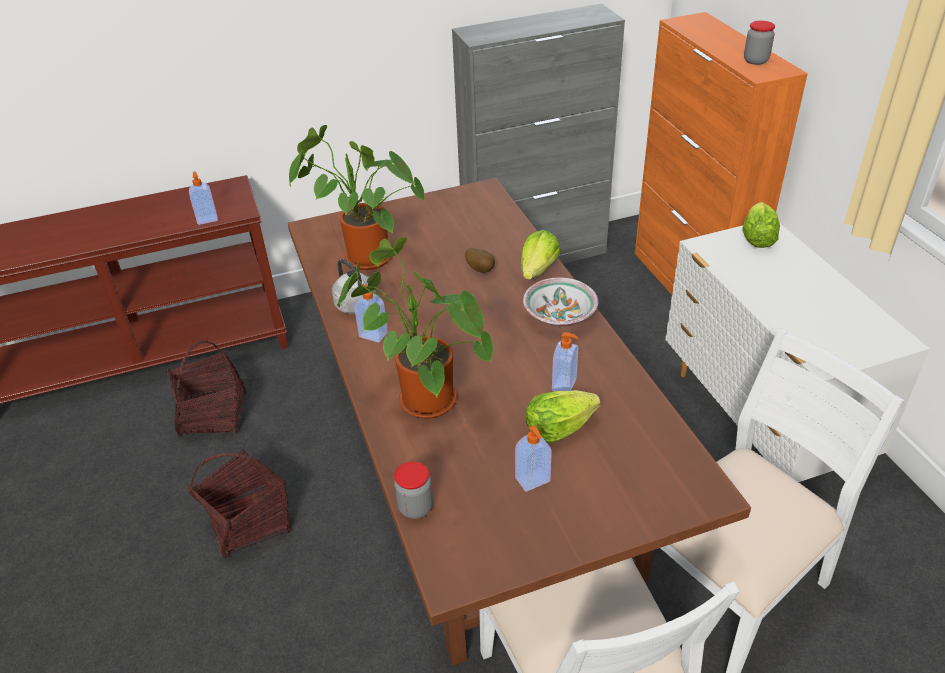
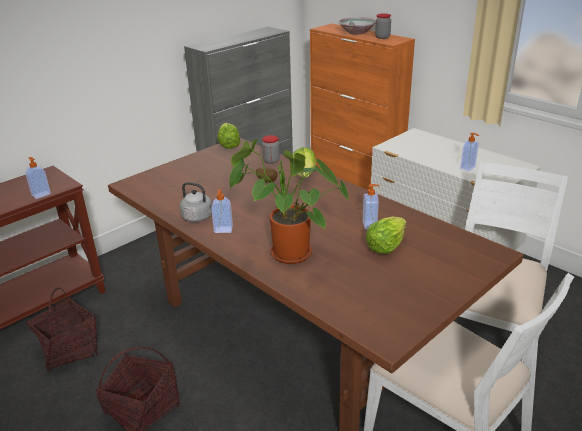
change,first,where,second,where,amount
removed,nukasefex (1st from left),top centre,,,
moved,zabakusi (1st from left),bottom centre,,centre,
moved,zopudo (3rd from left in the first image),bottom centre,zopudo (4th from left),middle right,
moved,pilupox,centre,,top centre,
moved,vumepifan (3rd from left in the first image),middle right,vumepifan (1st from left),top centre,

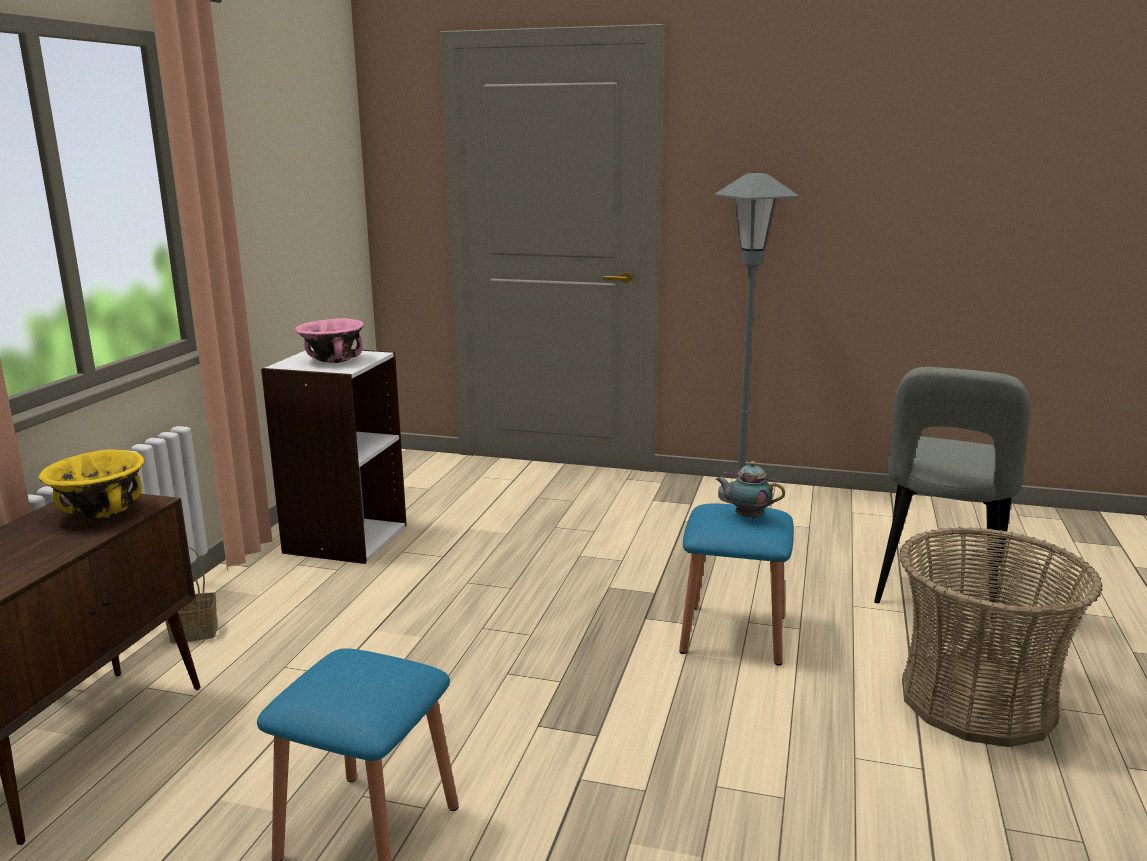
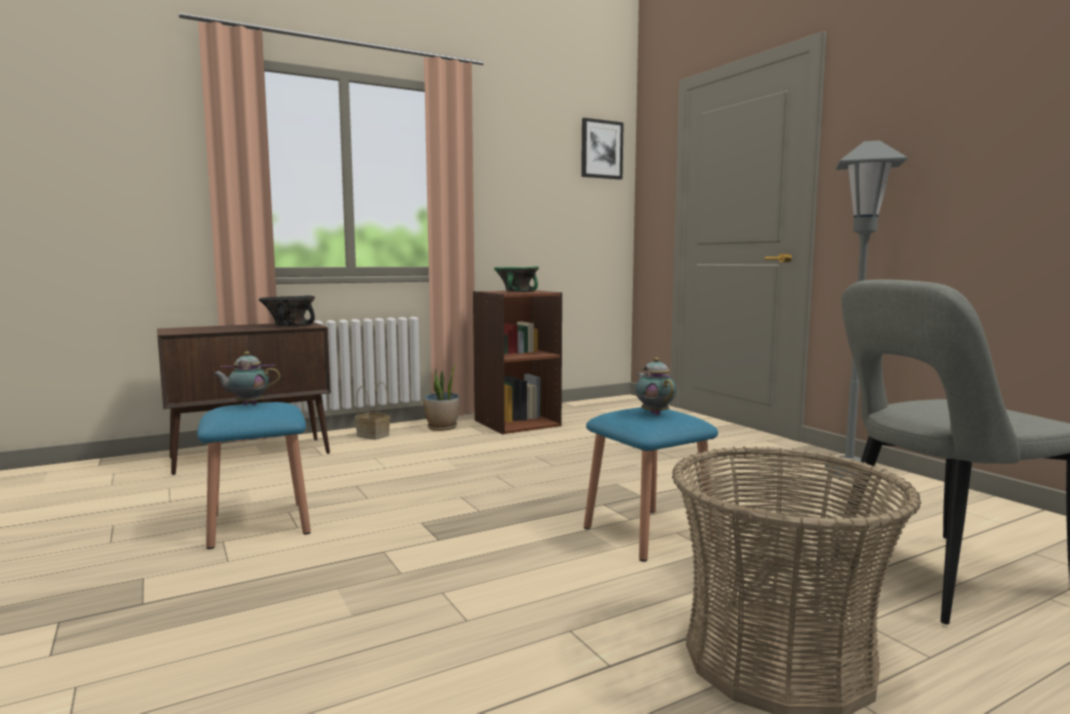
change,first,where,second,where,amount
recoloured,pilupox (yellow),middle left,pilupox (black),middle left,
recoloured,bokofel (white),middle left,bokofel (brown),centre,
recoloured,pilupox (pink),middle left,pilupox (green),centre,
added,,,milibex (1st from left),middle left,
added,,,nukasefex,centre,
added,,,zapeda,top centre,

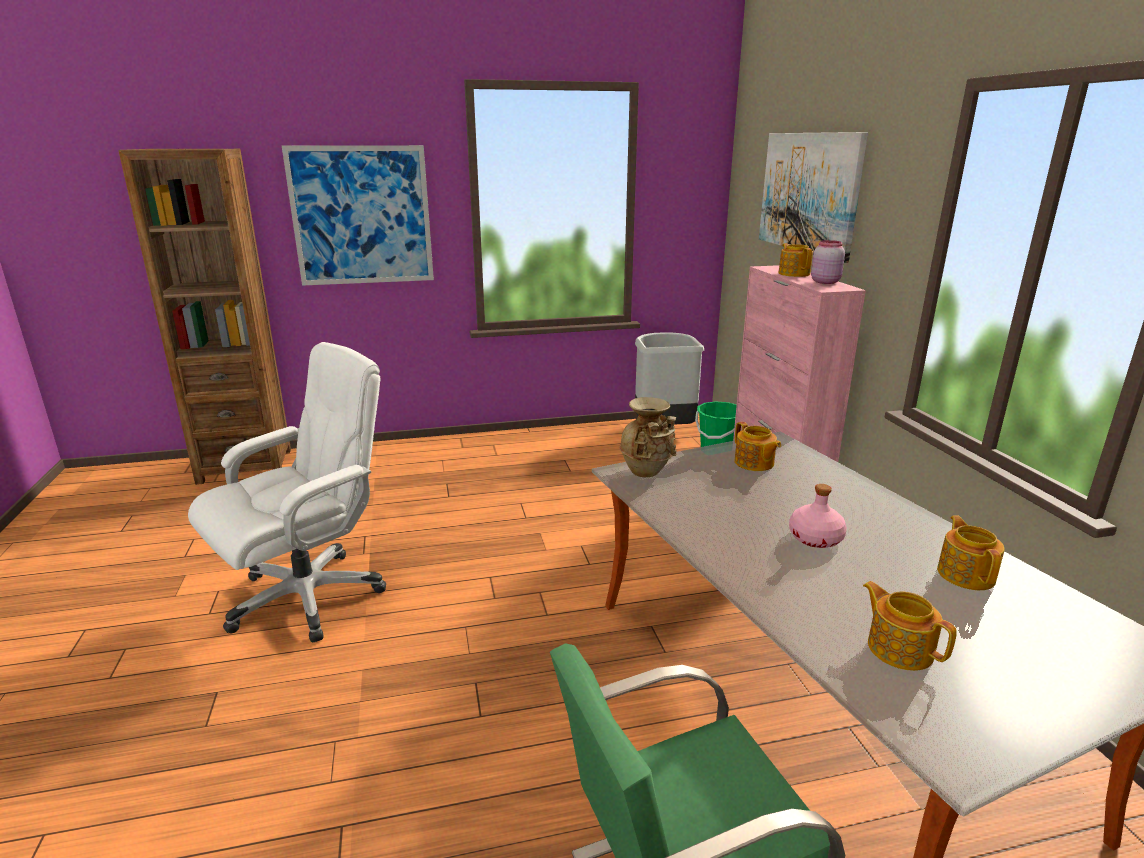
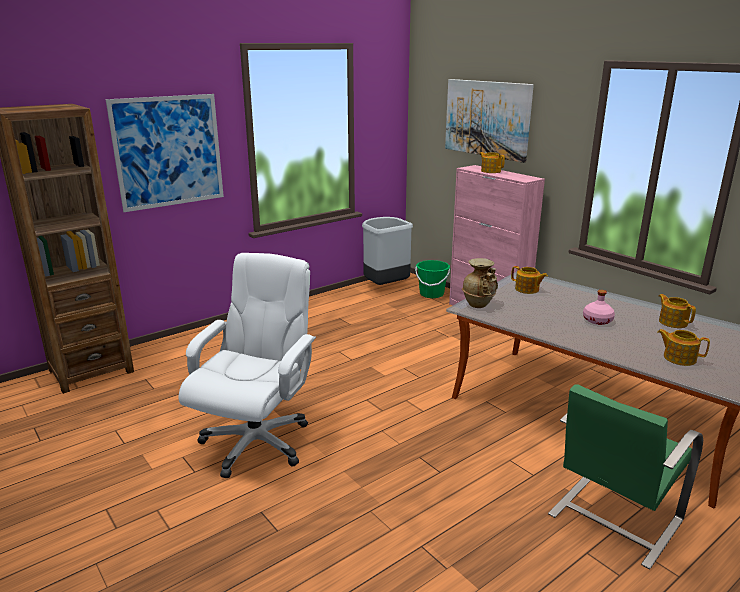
change,first,where,second,where,amount
removed,zabakusi (pink),top right,,,

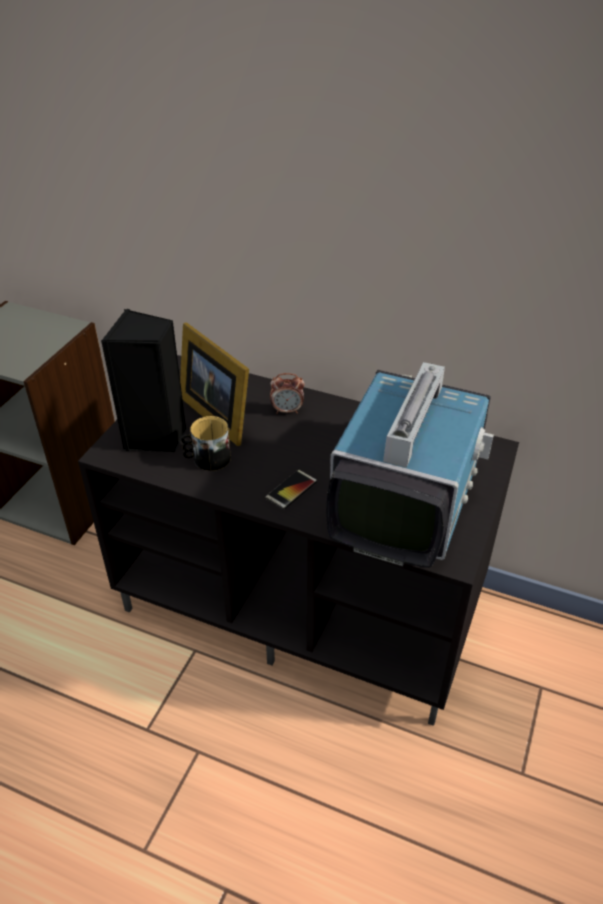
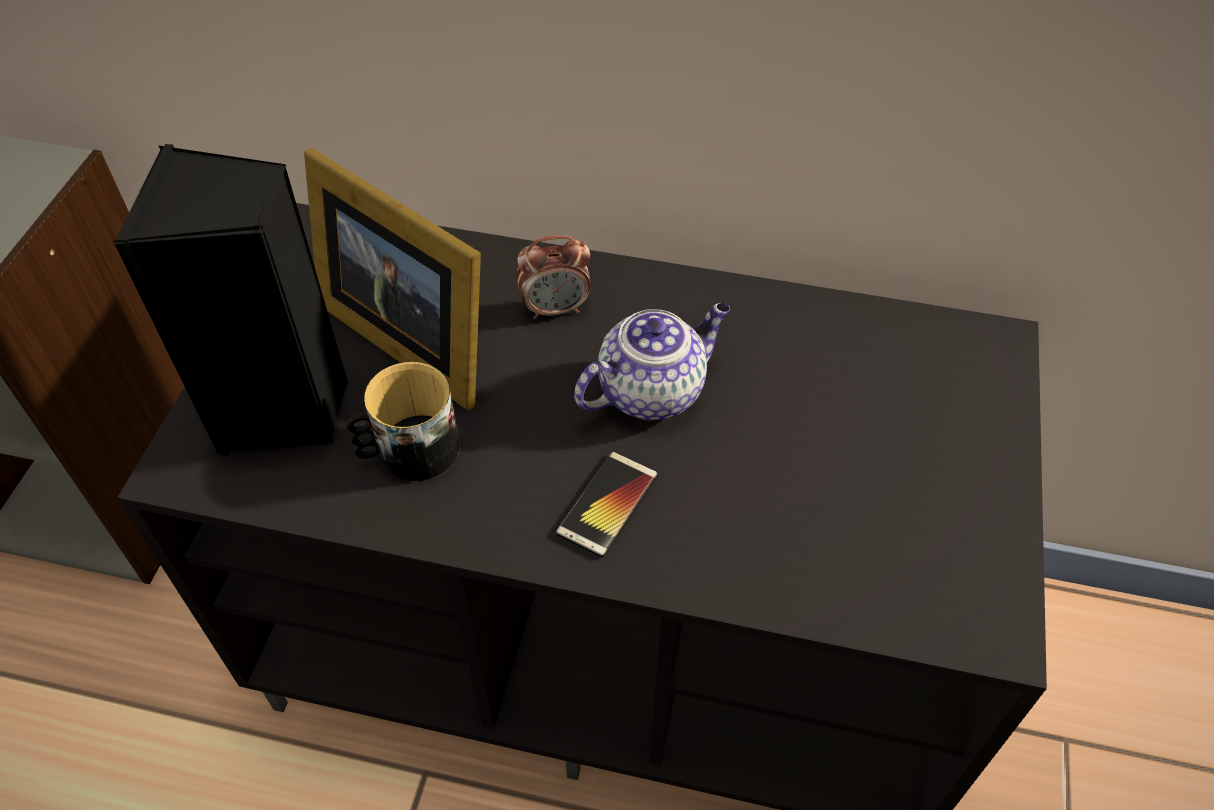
change,first,where,second,where,amount
removed,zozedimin,middle right,,,
added,,,milibex,centre,

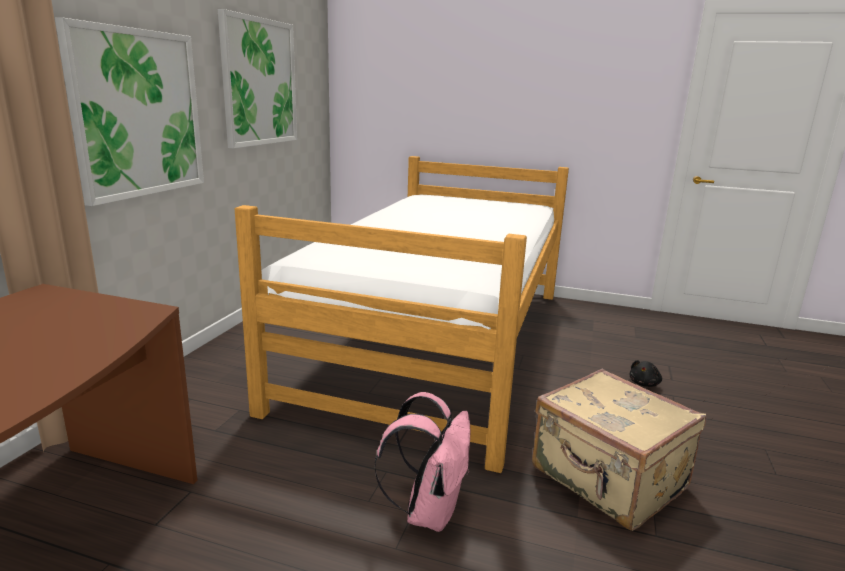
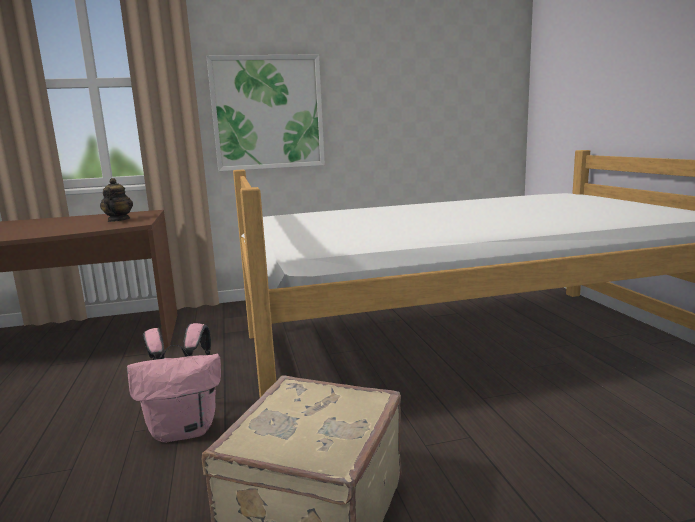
change,first,where,second,where,amount
removed,zapeda (2nd from left),top left,,,
removed,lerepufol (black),middle right,,,
added,,,milibex,middle left,

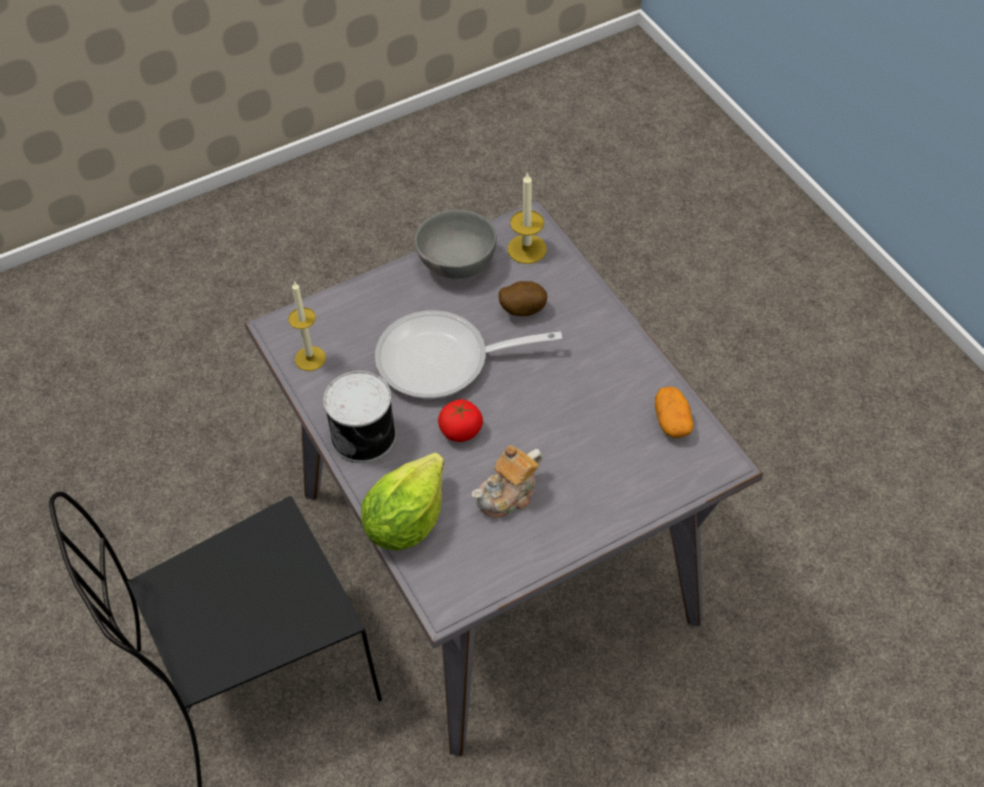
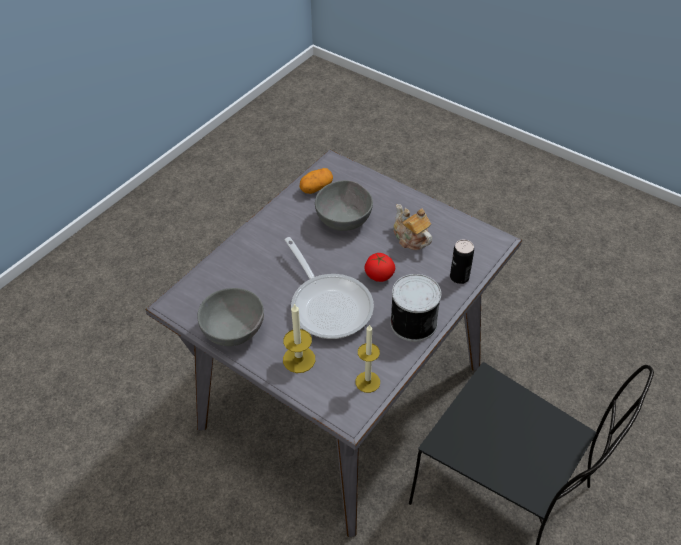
change,first,where,second,where,amount
replaced,vumepifan,centre,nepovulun (2nd from left),middle right,
turned,milibex,centre,,centre,150 degrees counterclockwise
removed,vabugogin (1st from left),centre,,,
moved,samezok (2nd from left in the first image),top centre,samezok (1st from left),centre,
added,,,pilupox (grey) (2nd from left),centre,

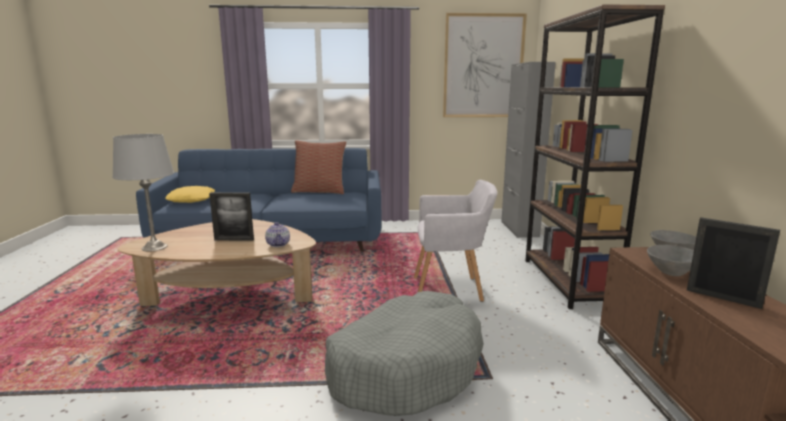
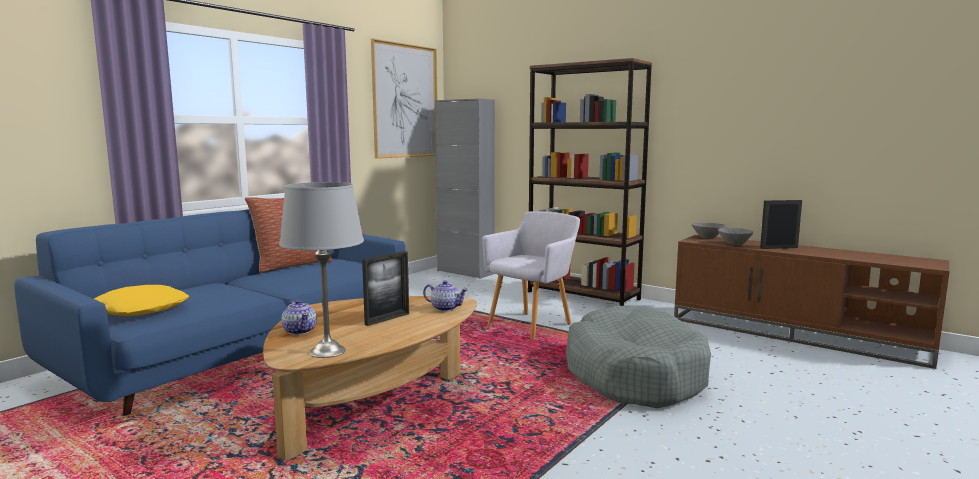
change,first,where,second,where,amount
added,,,milibex (1st from left),middle left,

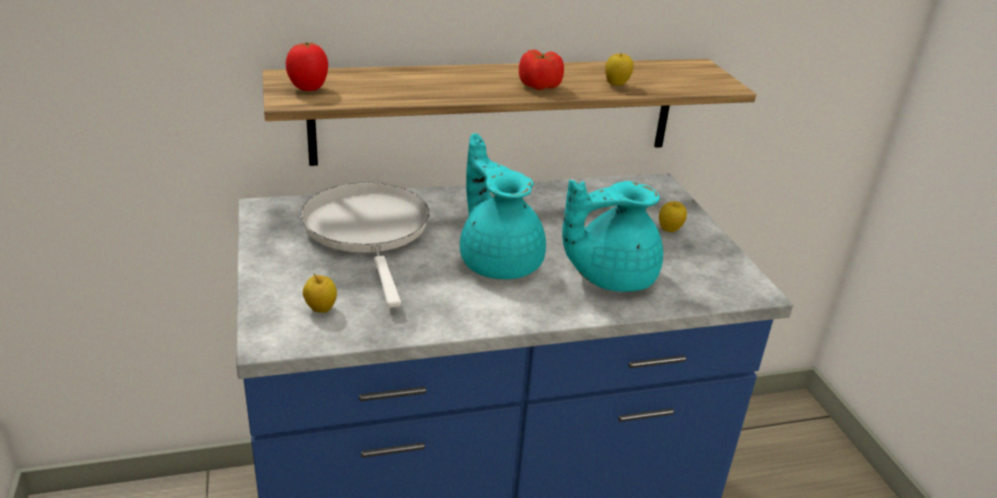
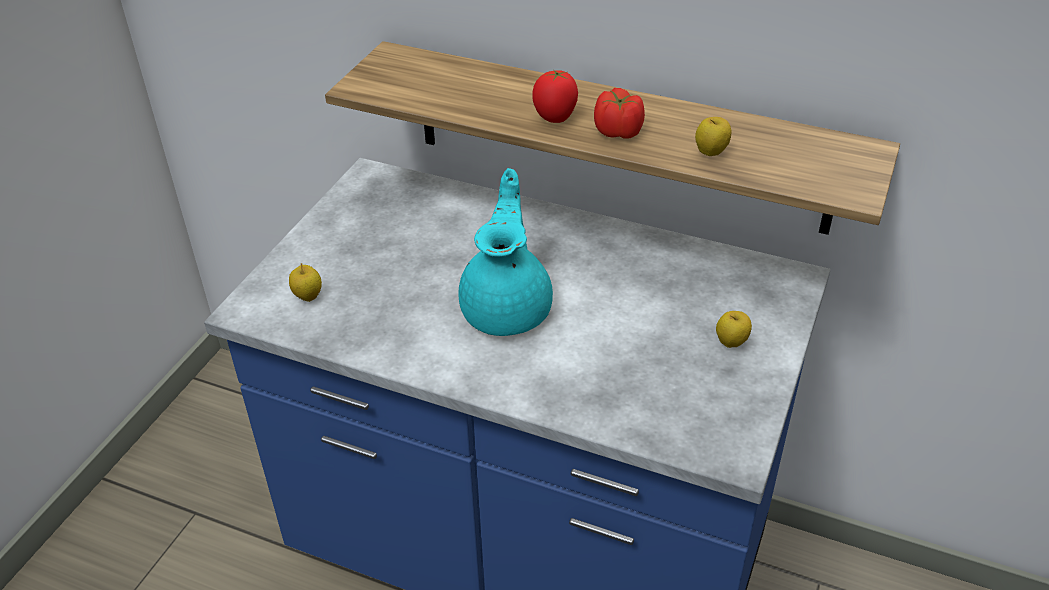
change,first,where,second,where,amount
moved,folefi (1st from left),top left,,top centre,
removed,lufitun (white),centre,,,
removed,milibex (turquoise) (2nd from left),centre,,,

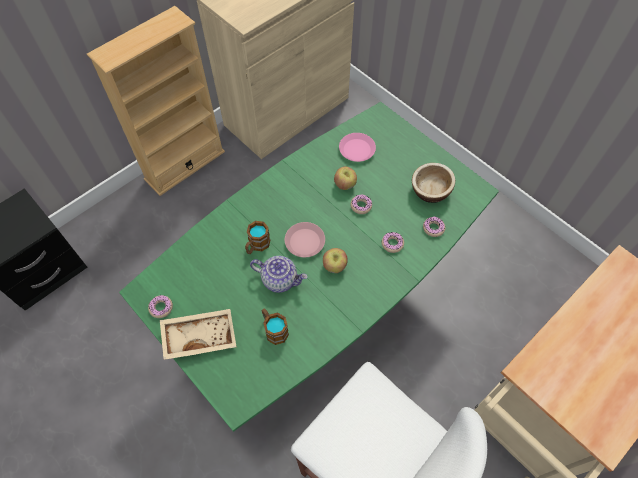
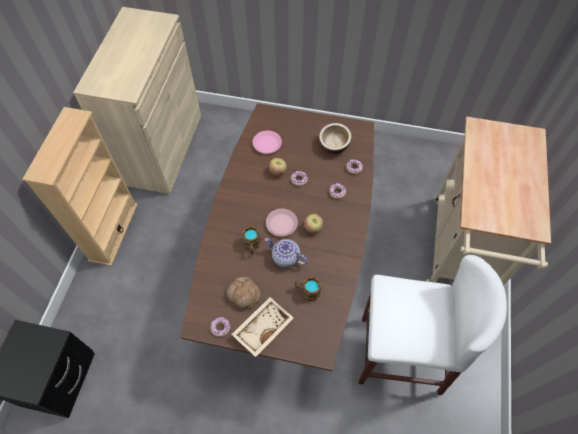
change,first,where,second,where,amount
recoloured,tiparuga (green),centre,tiparuga (brown),centre,
turned,milibex,centre,,centre,135 degrees counterclockwise
added,,,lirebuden,bottom centre,

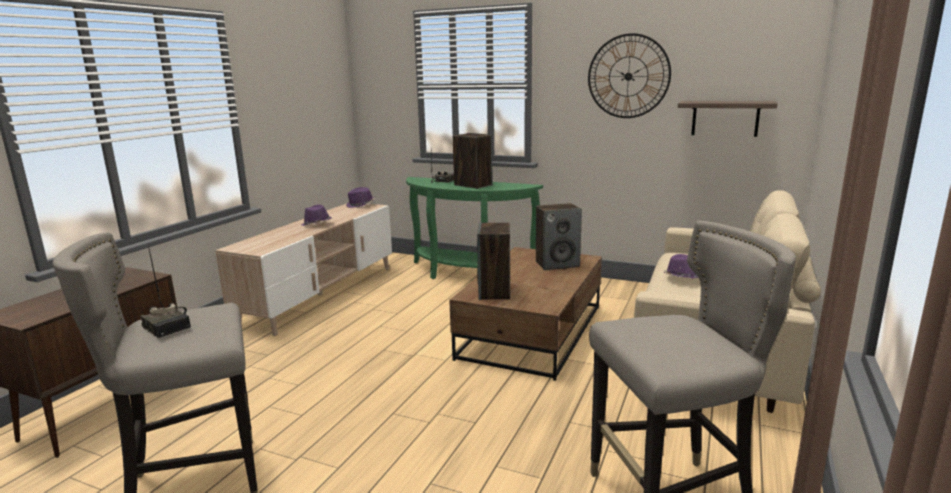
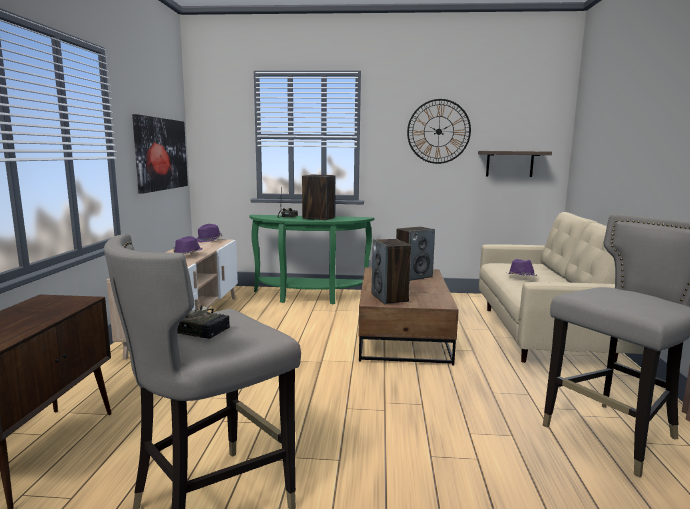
change,first,where,second,where,amount
added,,,zapeda,top left,

